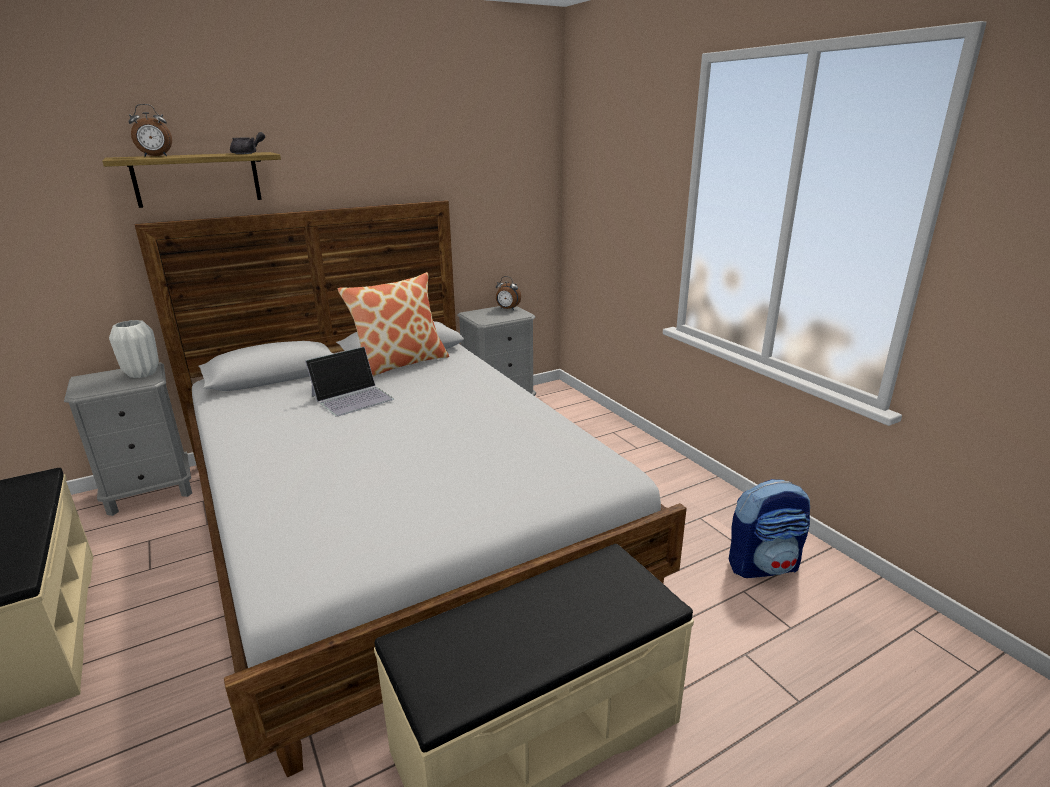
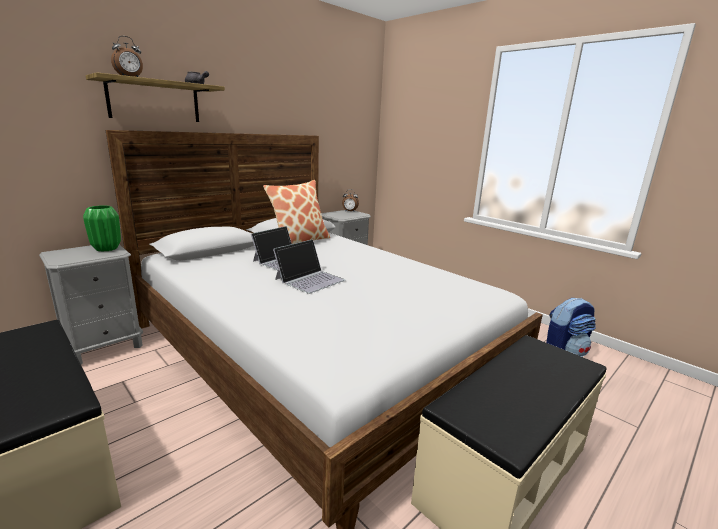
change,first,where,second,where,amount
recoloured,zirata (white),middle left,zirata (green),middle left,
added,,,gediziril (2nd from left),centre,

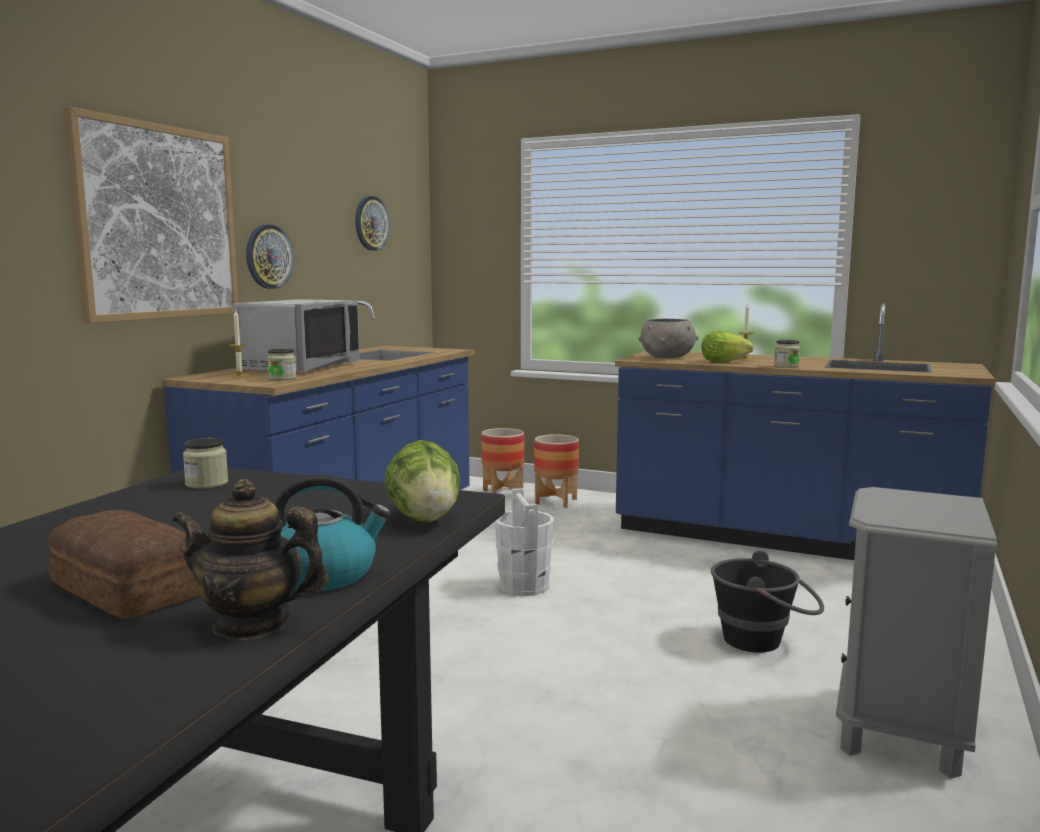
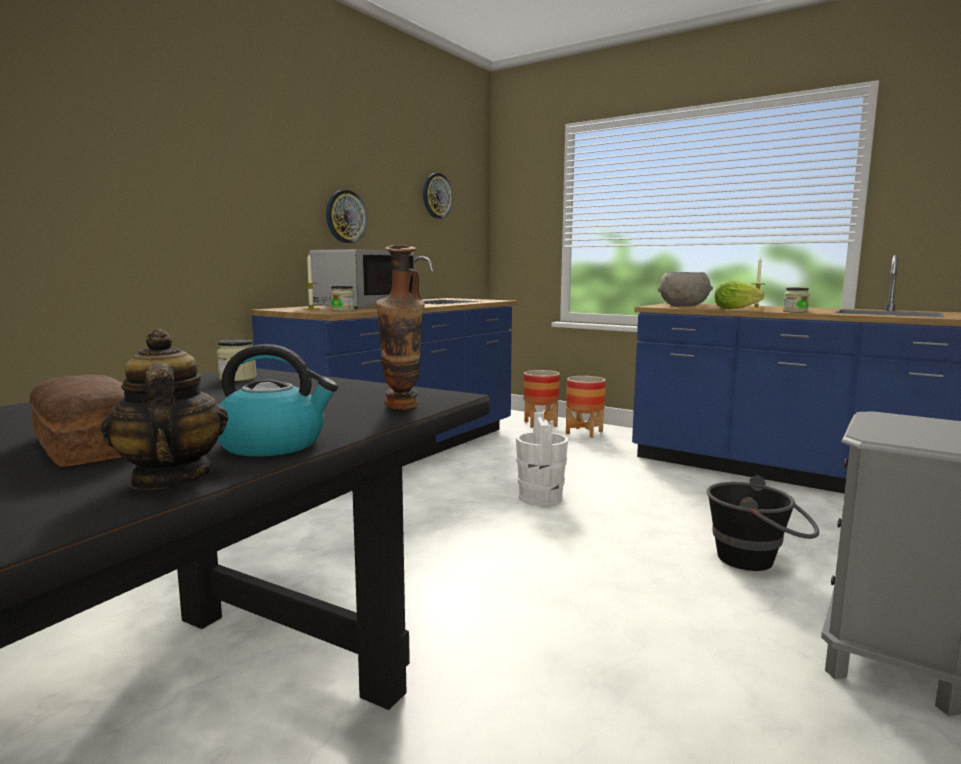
change,first,where,second,where,amount
removed,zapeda,top left,,,
turned,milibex,bottom left,,middle left,45 degrees clockwise
replaced,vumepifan (1st from left),centre,zirata,centre,

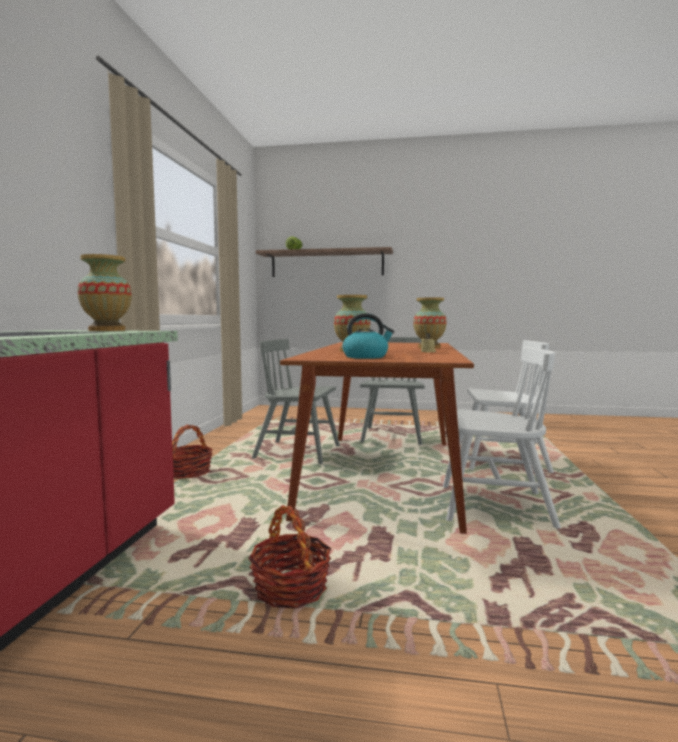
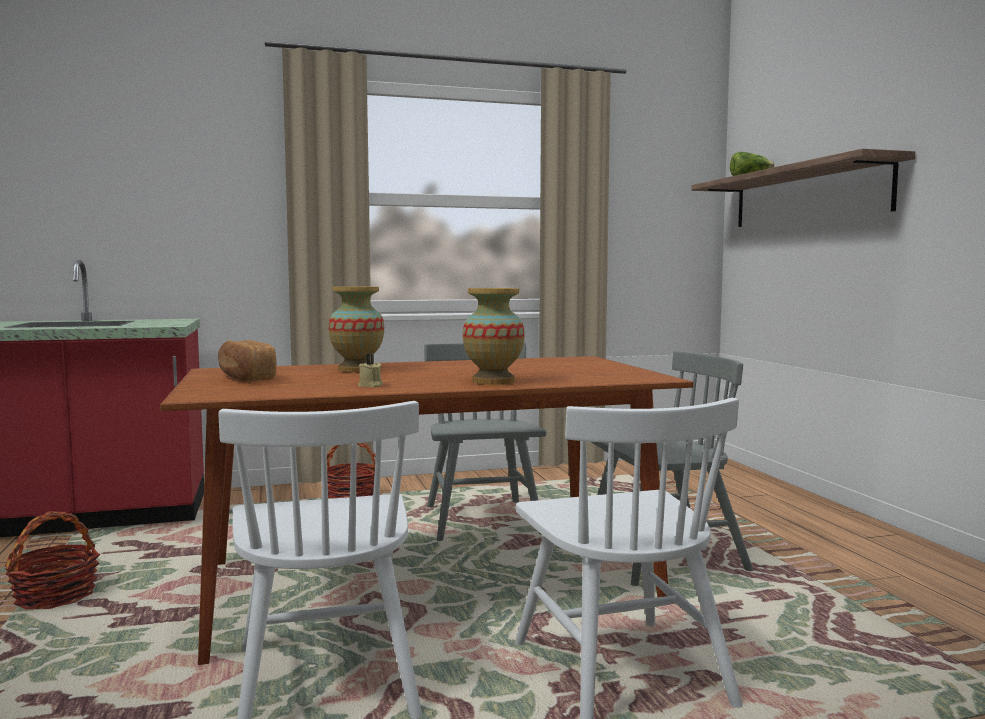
change,first,where,second,where,amount
removed,zirata (1st from left),middle left,,,
replaced,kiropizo,centre,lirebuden,middle left,

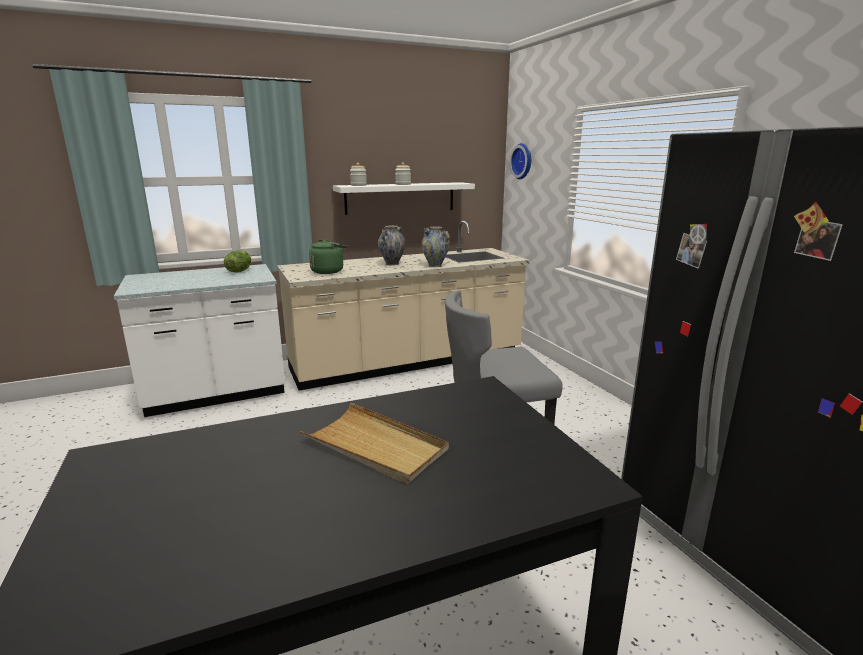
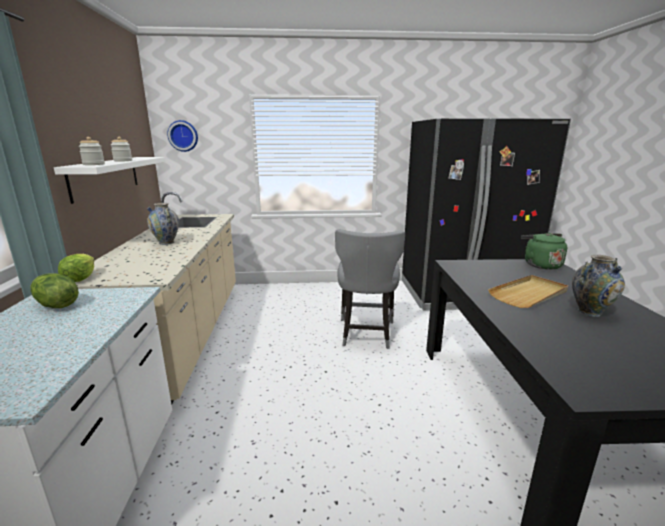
change,first,where,second,where,amount
moved,kiropizo (green),centre,,middle right,
moved,zirata (2nd from left),centre,,middle right,
added,,,vumepifan (2nd from left),middle left,

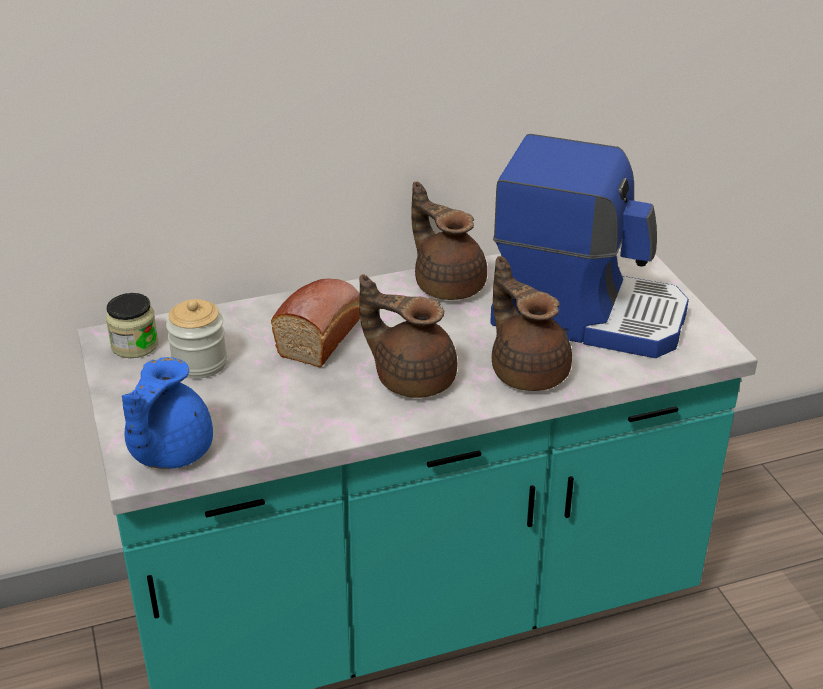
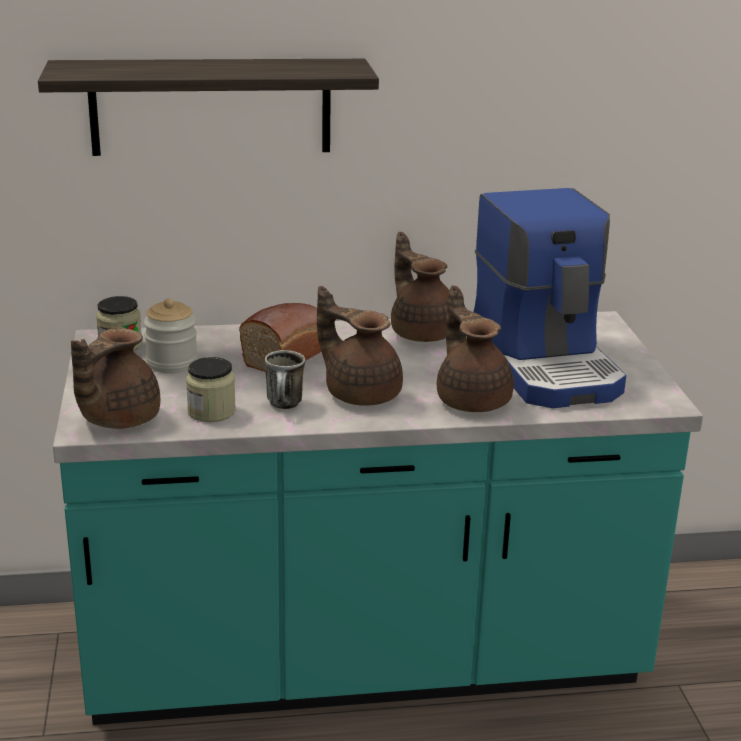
change,first,where,second,where,amount
recoloured,milibex (blue),middle left,milibex (brown) (1st from left),middle left,
turned,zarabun,middle right,,middle right,45 degrees clockwise
added,,,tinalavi,top left,
added,,,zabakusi (3rd from left),middle left,
added,,,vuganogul,centre,

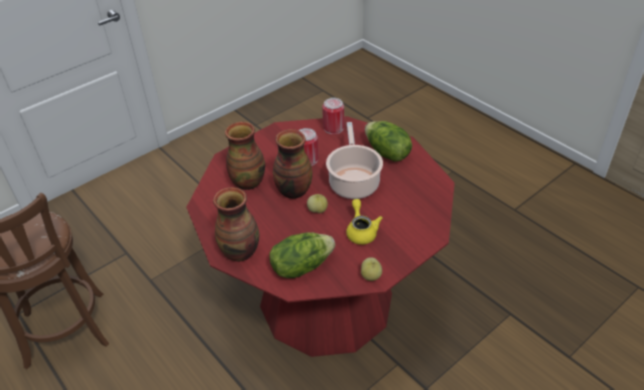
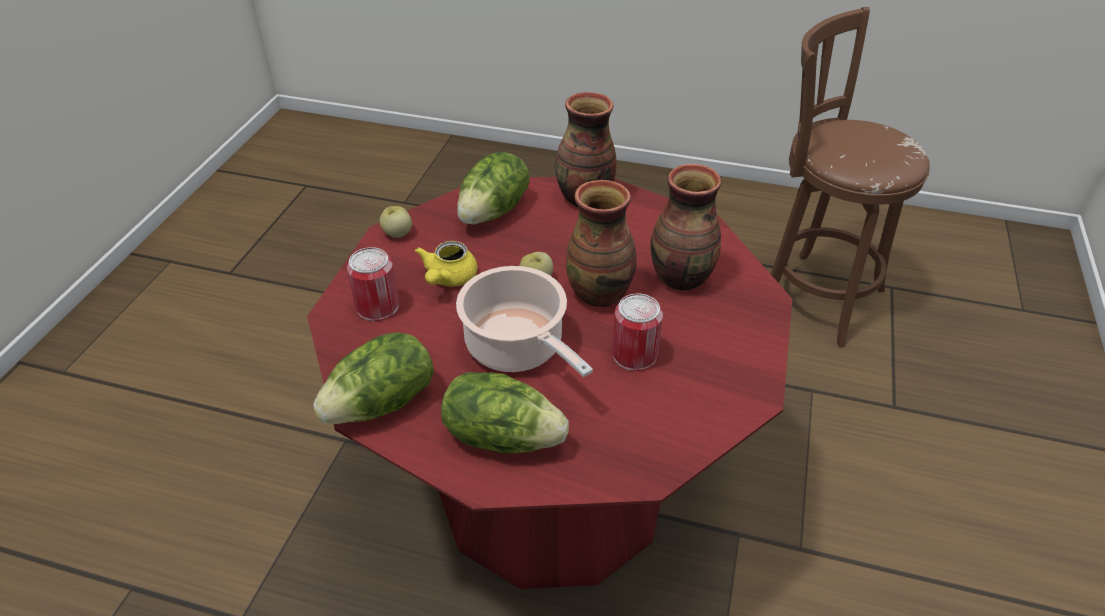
change,first,where,second,where,amount
moved,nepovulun (2nd from left in the first image),top centre,nepovulun (1st from left),centre,
turned,milibex (yellow),centre,,centre,60 degrees clockwise
added,,,vumepifan (1st from left),centre,

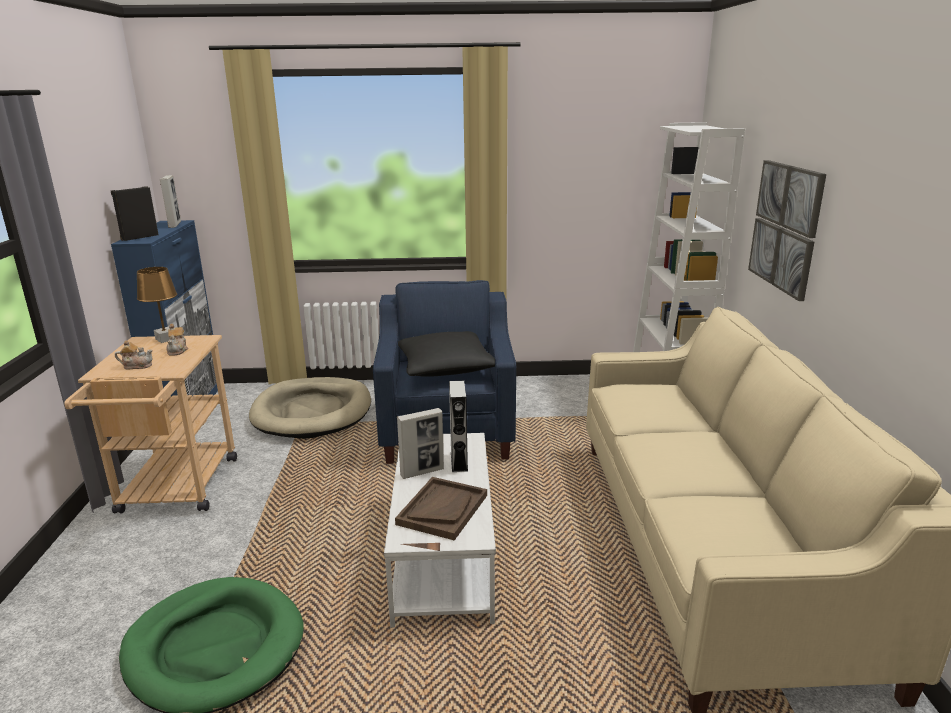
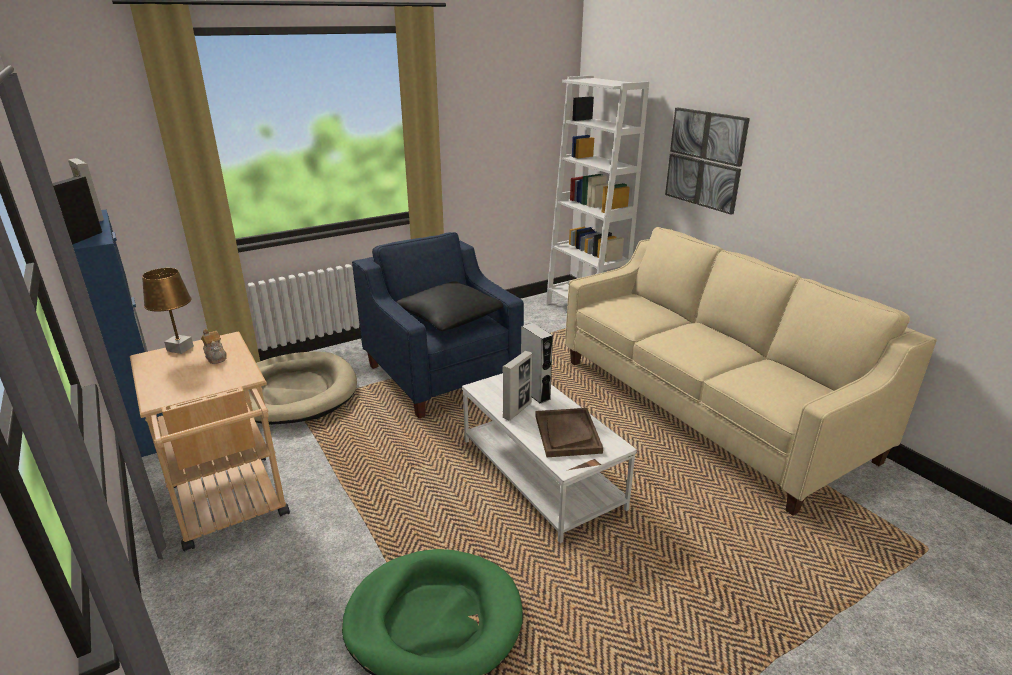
change,first,where,second,where,amount
removed,milibex (1st from left),middle left,,,

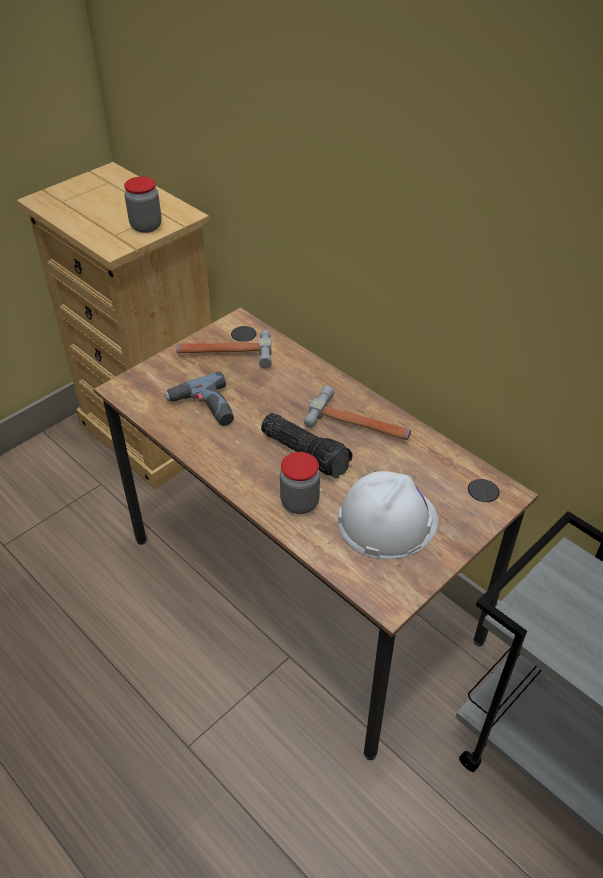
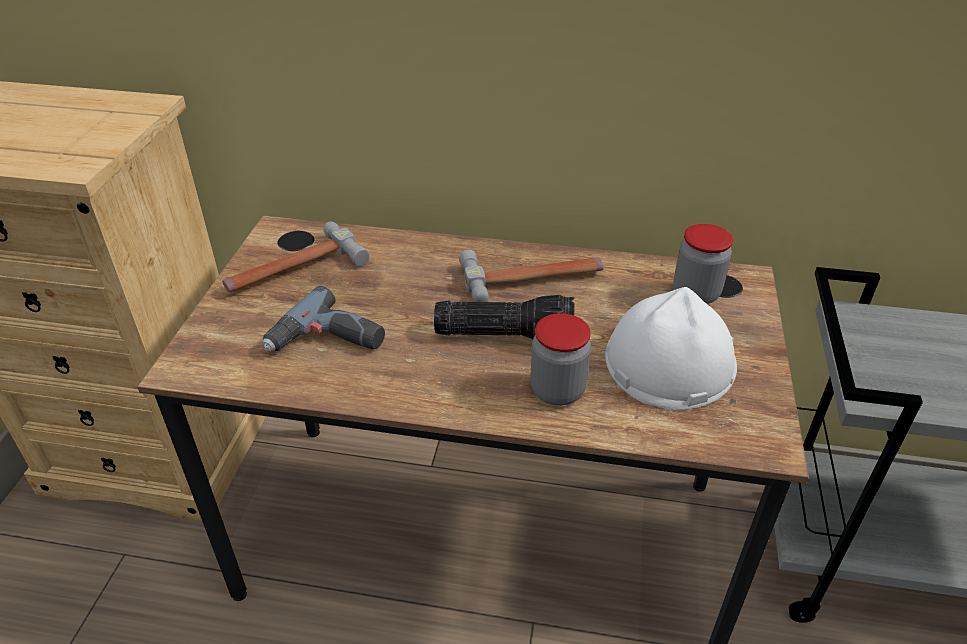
change,first,where,second,where,amount
moved,zabakusi (1st from left in the first image),top left,zabakusi (2nd from left),middle right,

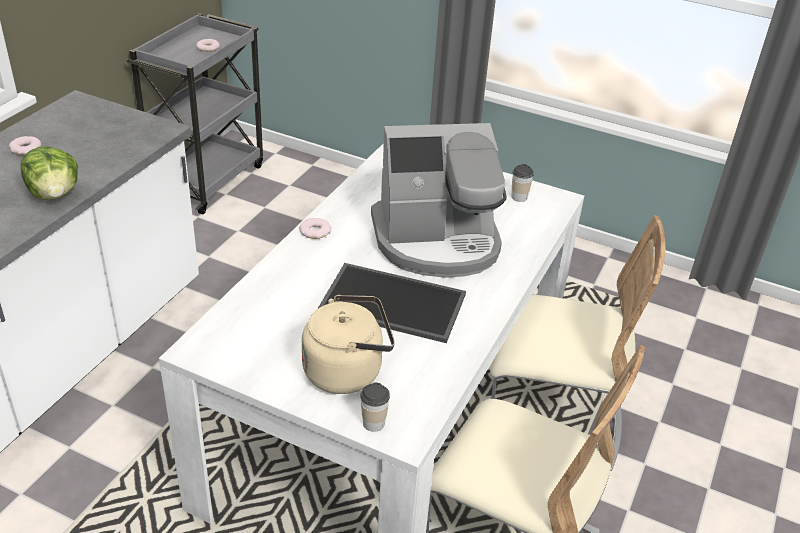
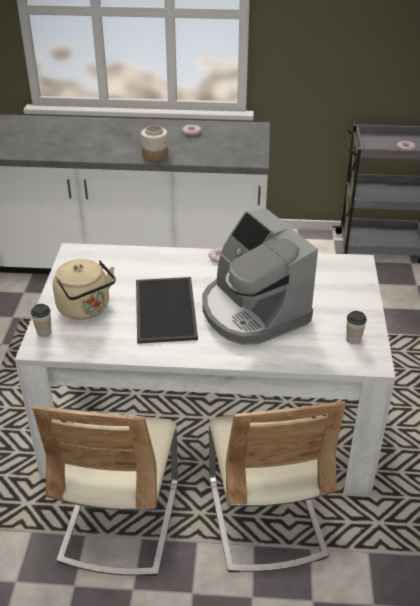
change,first,where,second,where,amount
replaced,vumepifan,top left,zabakusi,top centre,

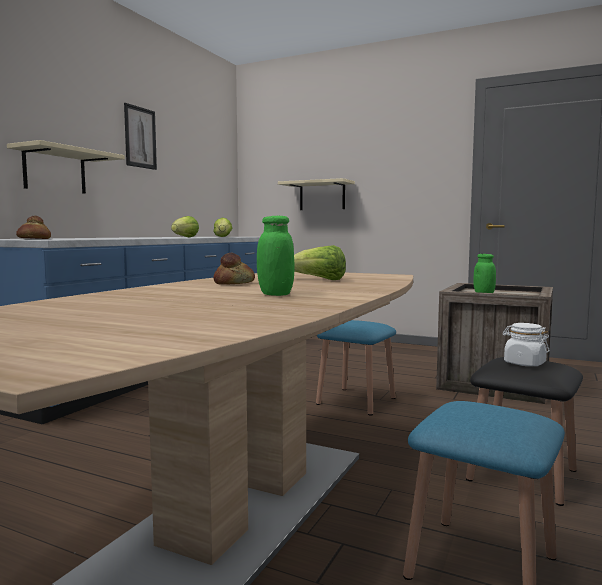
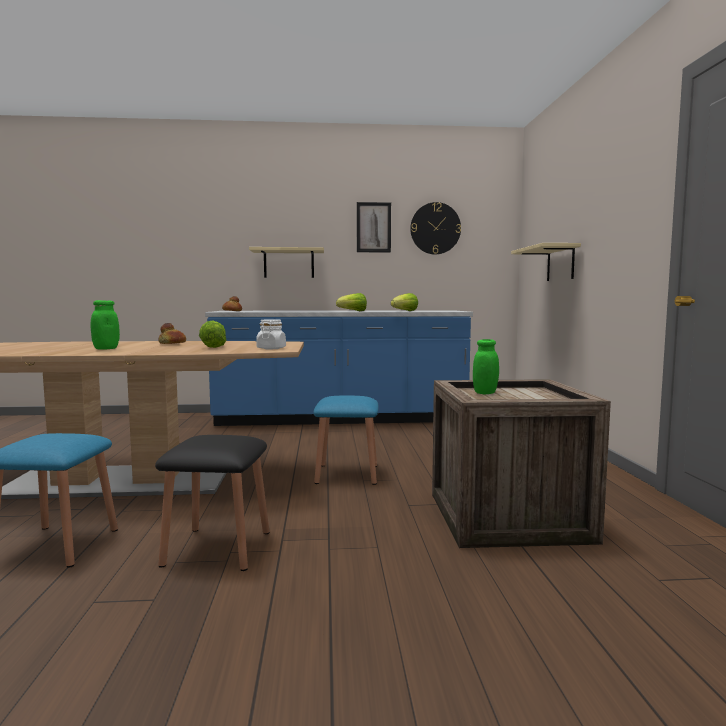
change,first,where,second,where,amount
moved,zabakusi (white),middle right,,centre,
added,,,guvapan,top centre,

